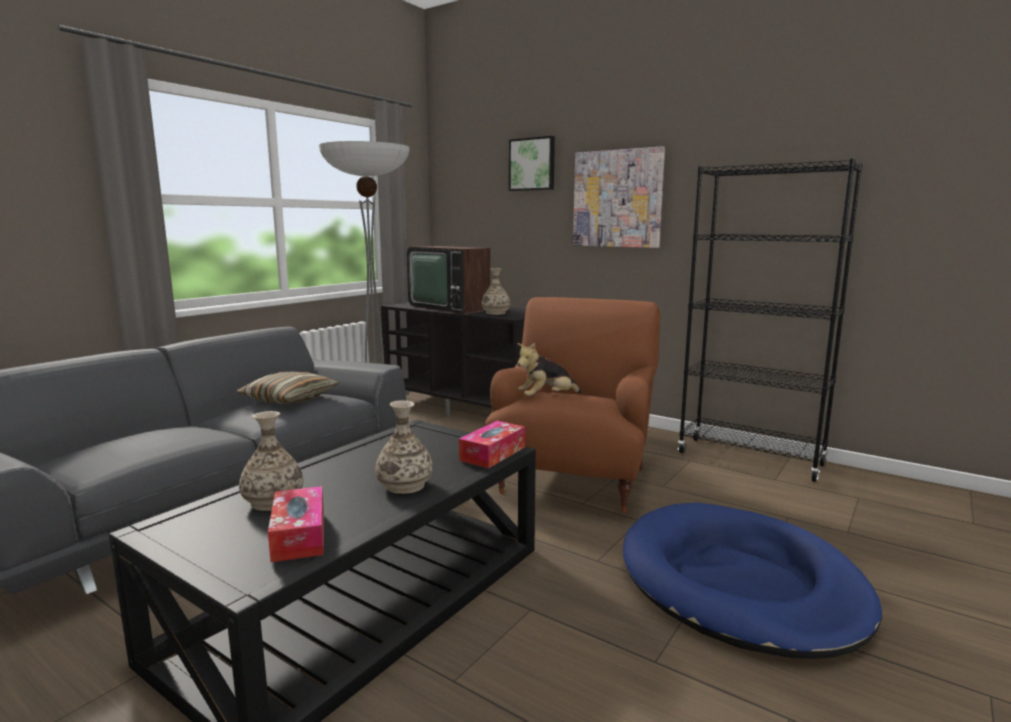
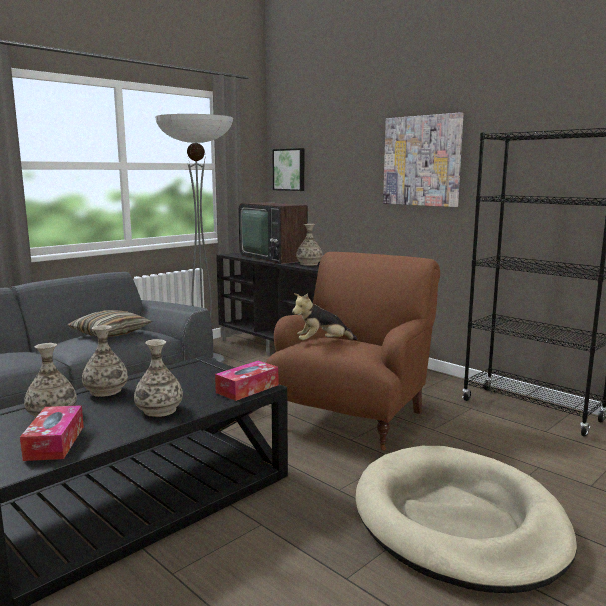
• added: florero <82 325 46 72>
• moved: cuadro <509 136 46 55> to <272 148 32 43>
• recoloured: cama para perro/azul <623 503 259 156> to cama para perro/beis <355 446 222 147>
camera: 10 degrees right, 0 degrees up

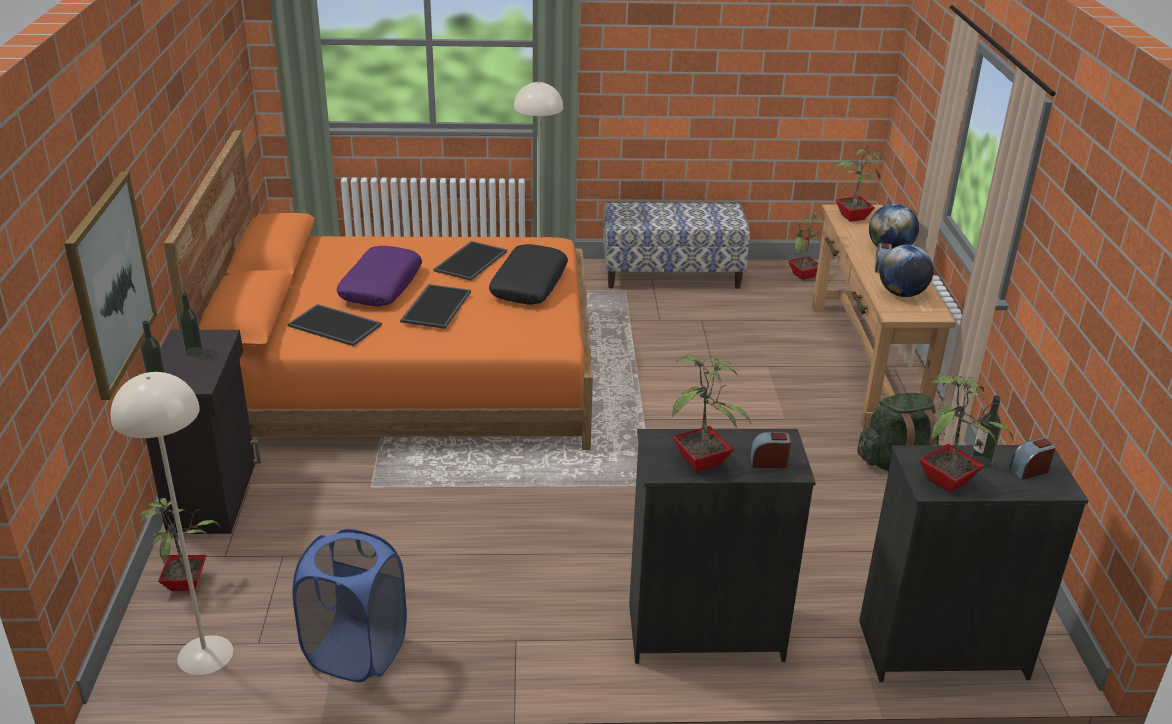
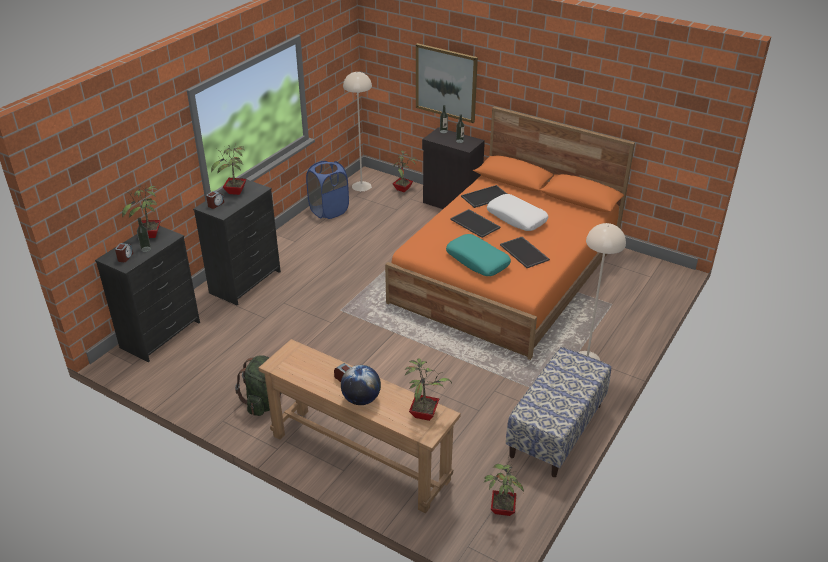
• recoloured: cojín/negro <489 244 79 61> to cojín/turquesa <446 234 65 42>
• recoloured: cojín/morado <337 246 85 61> to cojín/blanco <487 194 61 37>
• removed: globo terráqueo <879 244 55 53>
camera: 125 degrees right, 5 degrees up

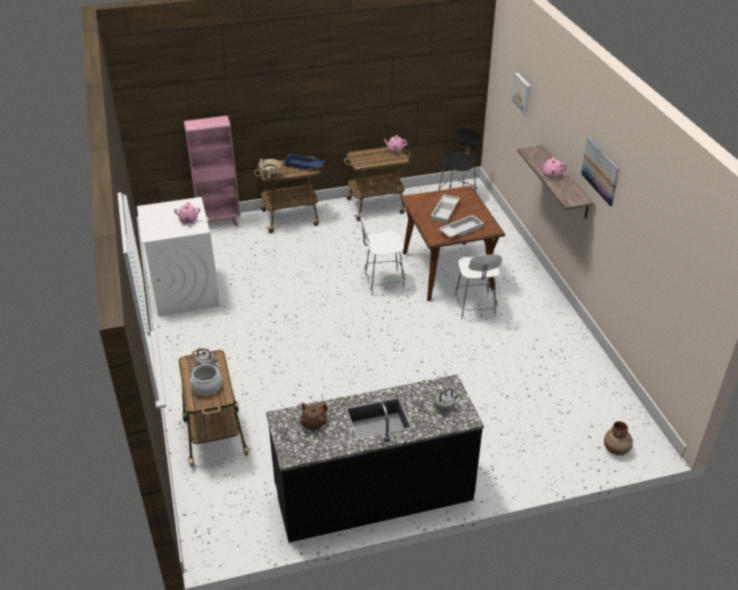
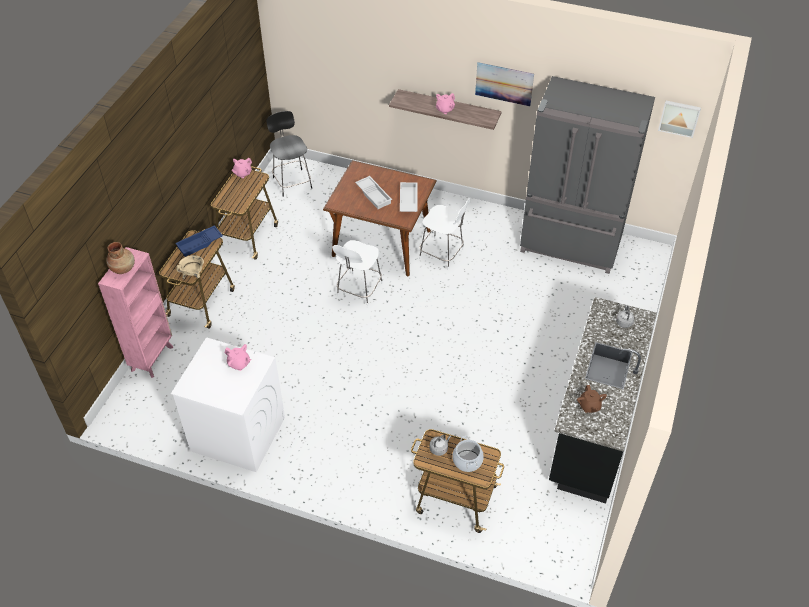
• moved: florero/marrón <604 421 29 34> to <106 242 29 32>
• added: nevera/gris <520 76 135 198>
• moved: cuadro <511 73 20 43> to <658 101 43 37>
camera: 55 degrees left, 10 degrees up

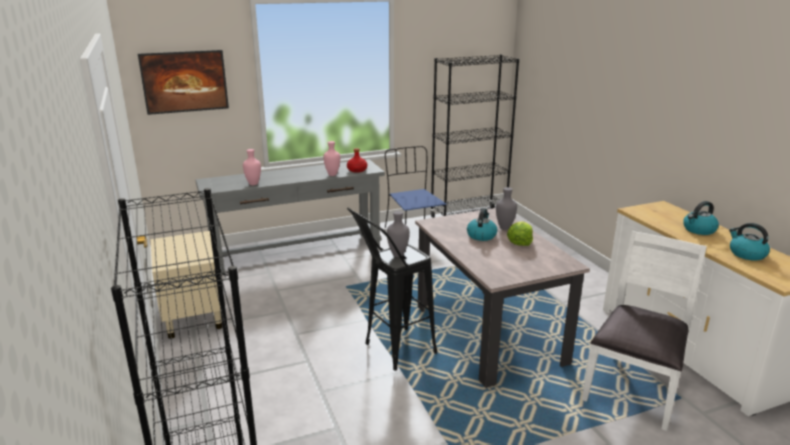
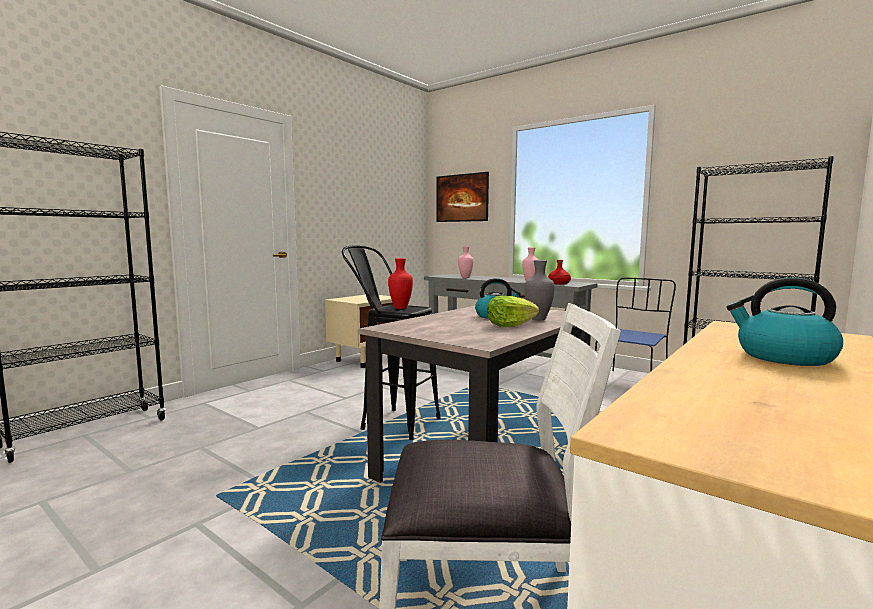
• recoloured: florero/gris <387 211 23 46> to florero/rojo <388 258 25 51>
• removed: hervidor <729 223 41 38>
camera: 60 degrees right, 15 degrees down

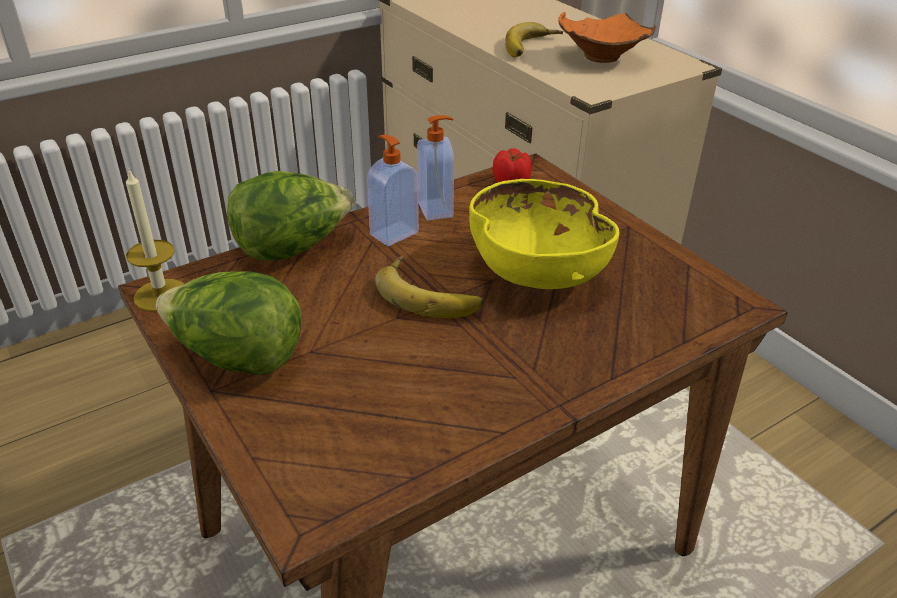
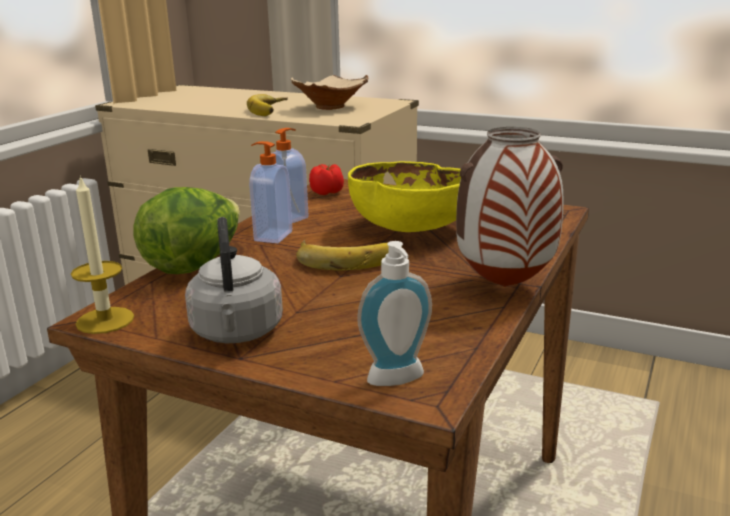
• replaced: lechuga <156 271 146 104> to hervidor/gris <185 217 98 126>
• recoloured: cuenco/naranja <558 12 98 51> to cuenco/beis <291 75 77 35>
• added: dispensador de jabón <357 241 75 145>
• added: florero <456 127 108 160>
camera: 30 degrees left, 15 degrees down

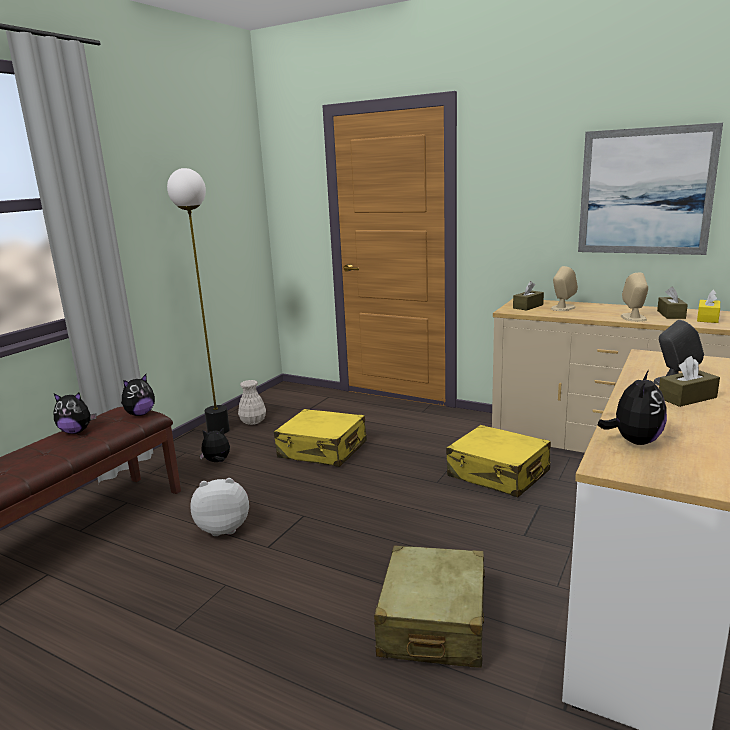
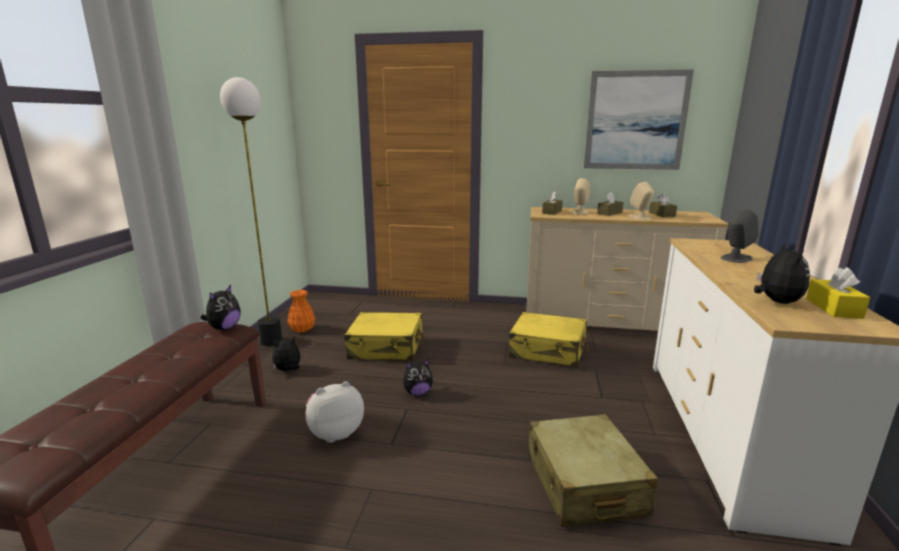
• recoloured: florero/blanco <238 380 28 45> to florero/naranja <288 290 27 43>
• moved: peluche <53 393 44 41> to <403 359 30 37>
• moved: caja de pañuelos/marrón <659 356 61 51> to <597 192 26 24>
• moved: caja de pañuelos/amarillo <697 289 23 34> to <806 267 64 52>
camera: 20 degrees left, 0 degrees up

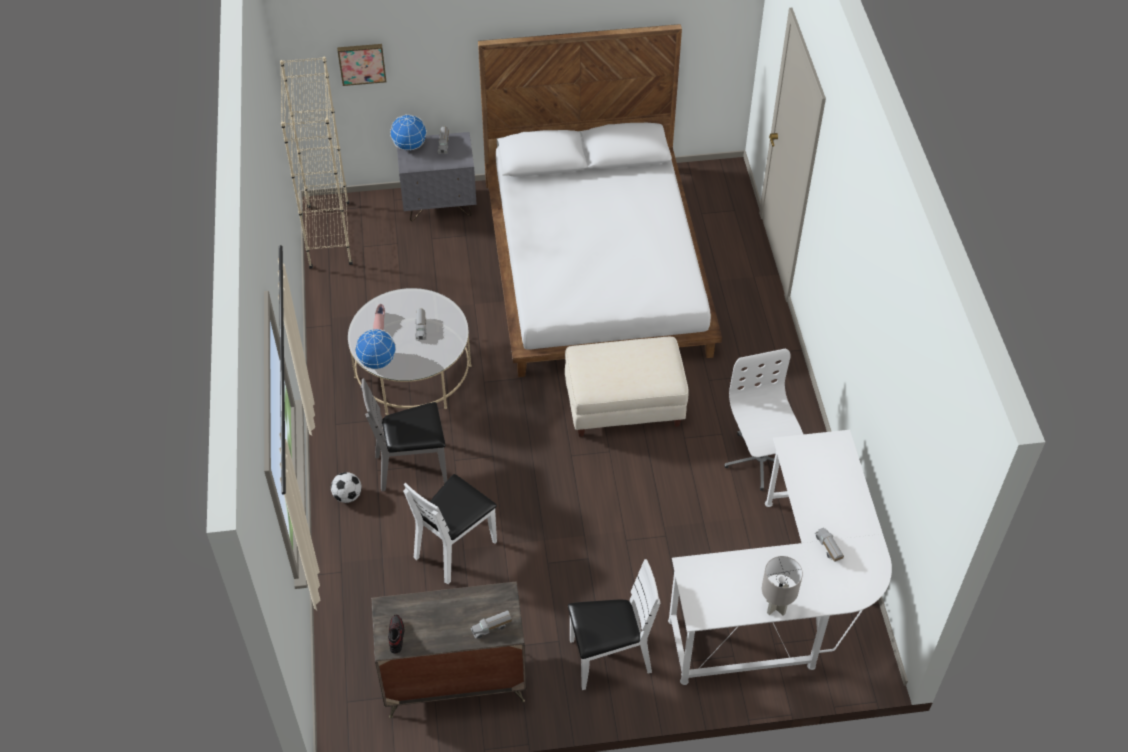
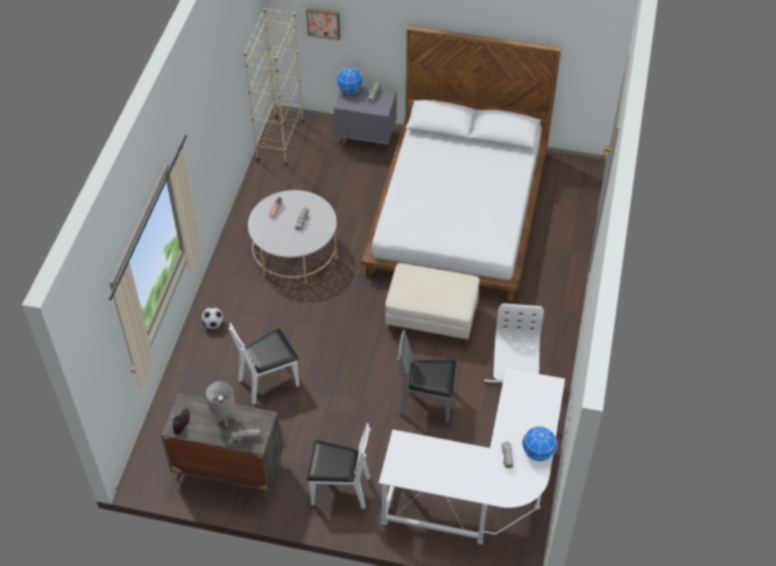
• moved: lámpara de mesa/gris <761 556 42 60> to <206 381 29 45>
• moved: silla/gris <361 378 86 113> to <397 330 59 93>
• moved: globo terráqueo <355 329 41 40> to <522 426 35 36>
camera: 20 degrees right, 0 degrees up

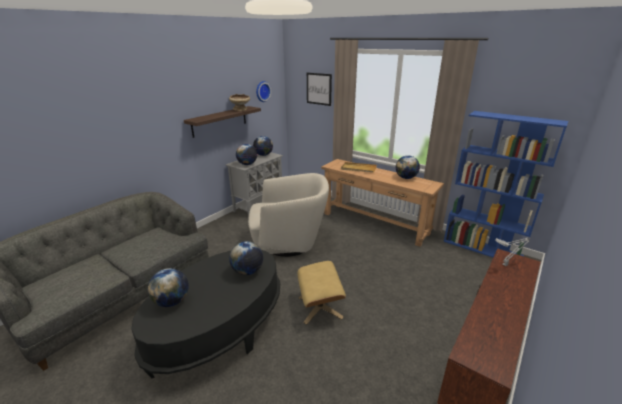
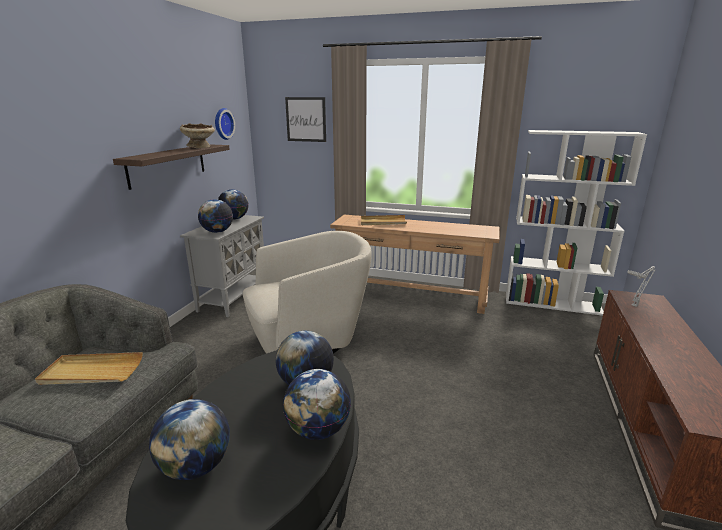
• added: bandeja/beis <35 352 108 33>
• moved: globo terráqueo <396 156 24 23> to <283 369 68 71>
• recoloured: estantería/azul <444 111 124 146> to estantería/blanco <506 130 141 186>
• removed: puf/beis <297 261 49 63>
camera: 20 degrees left, 5 degrees down

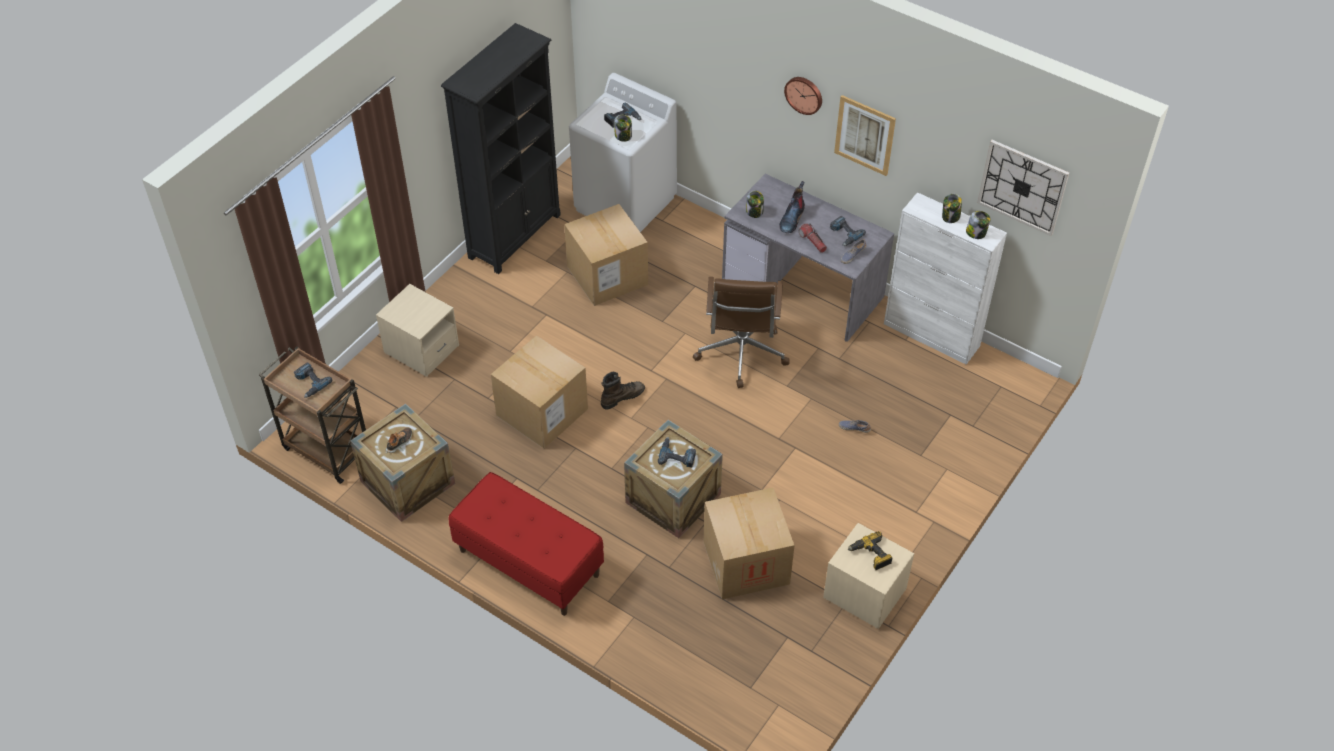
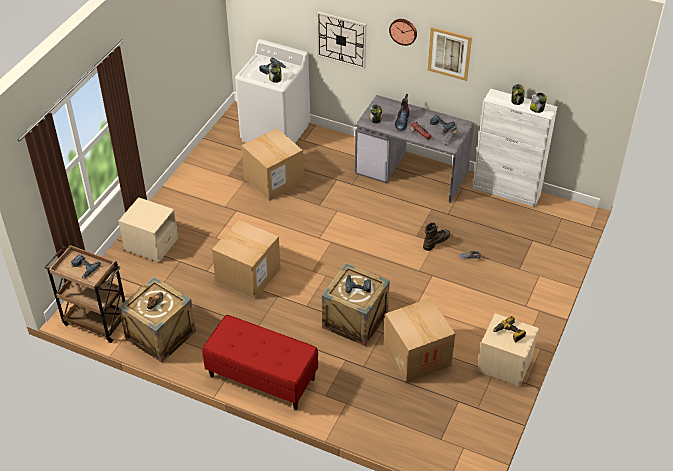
• moved: reloj de pared <977 140 92 96> to <316 11 50 58>
• moved: bota/marrón <601 372 44 37> to <423 223 27 28>
• removed: estantería/negro <441 23 120 251>
• removed: silla de oficina/marrón <693 277 96 111>
camera: 10 degrees left, 5 degrees down

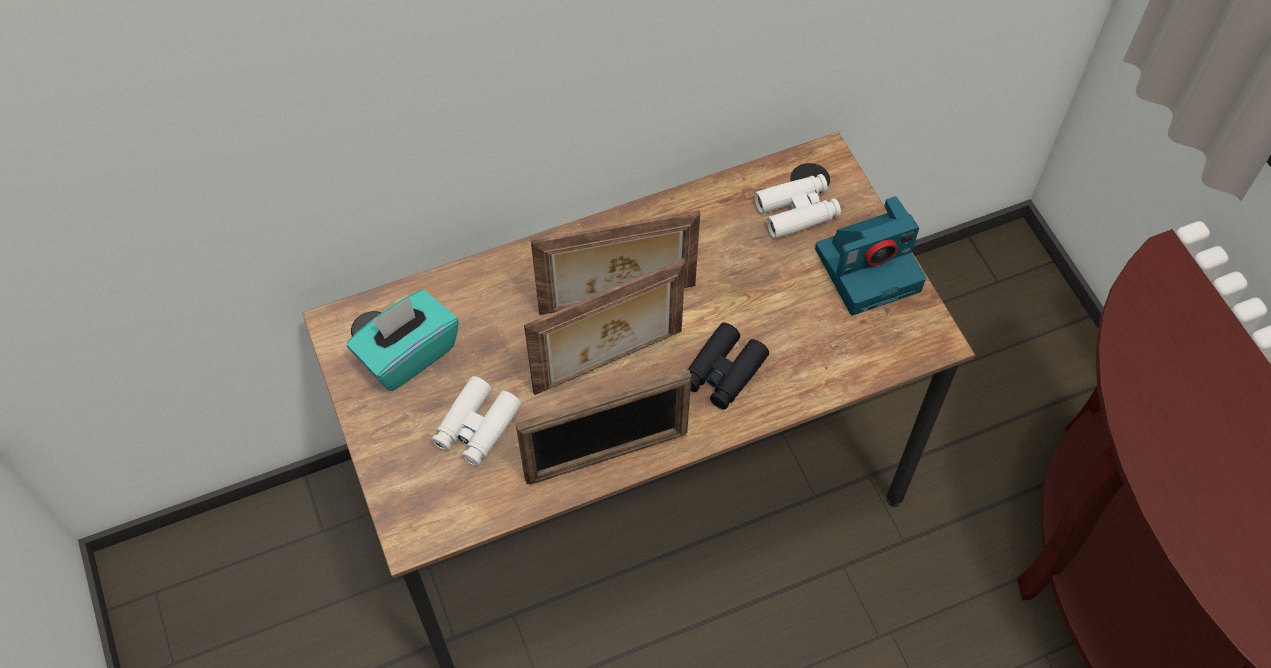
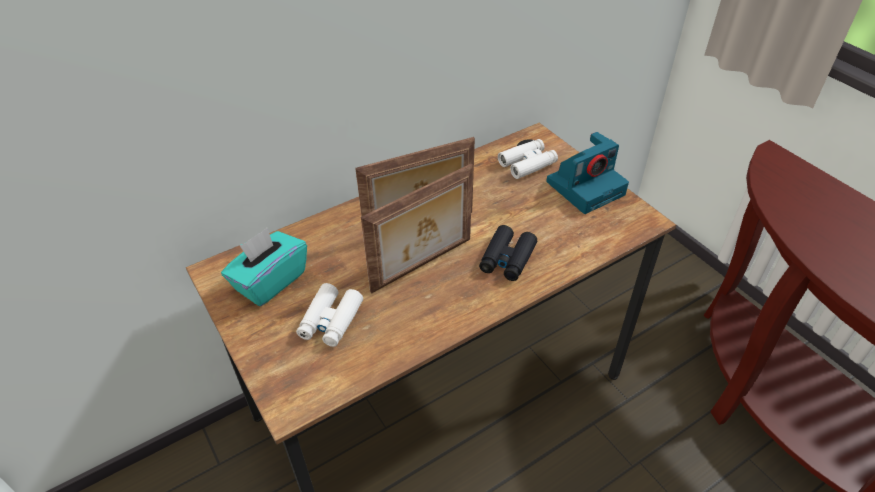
• removed: portarretratos <516 370 175 115>
camera: 10 degrees left, 15 degrees down

